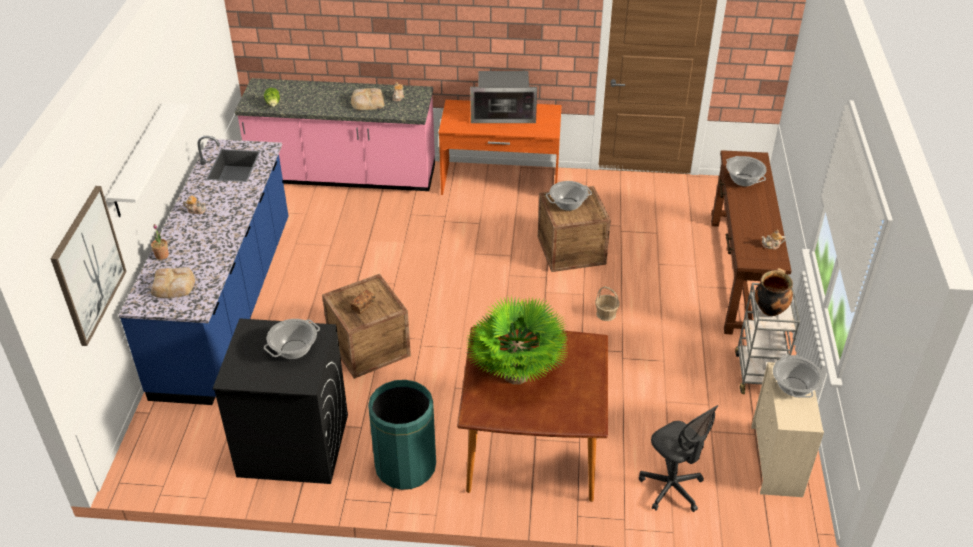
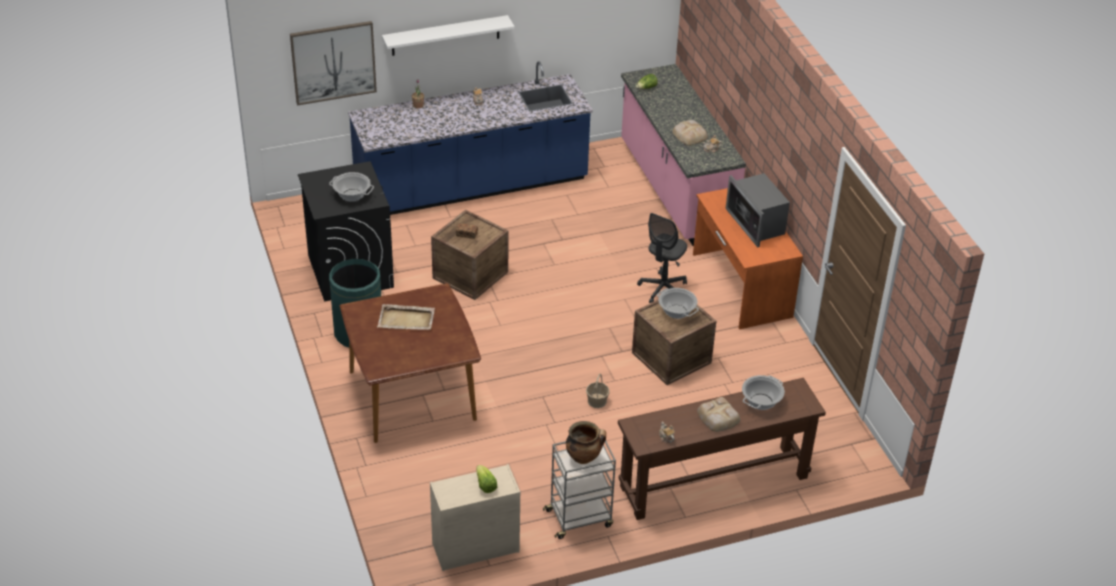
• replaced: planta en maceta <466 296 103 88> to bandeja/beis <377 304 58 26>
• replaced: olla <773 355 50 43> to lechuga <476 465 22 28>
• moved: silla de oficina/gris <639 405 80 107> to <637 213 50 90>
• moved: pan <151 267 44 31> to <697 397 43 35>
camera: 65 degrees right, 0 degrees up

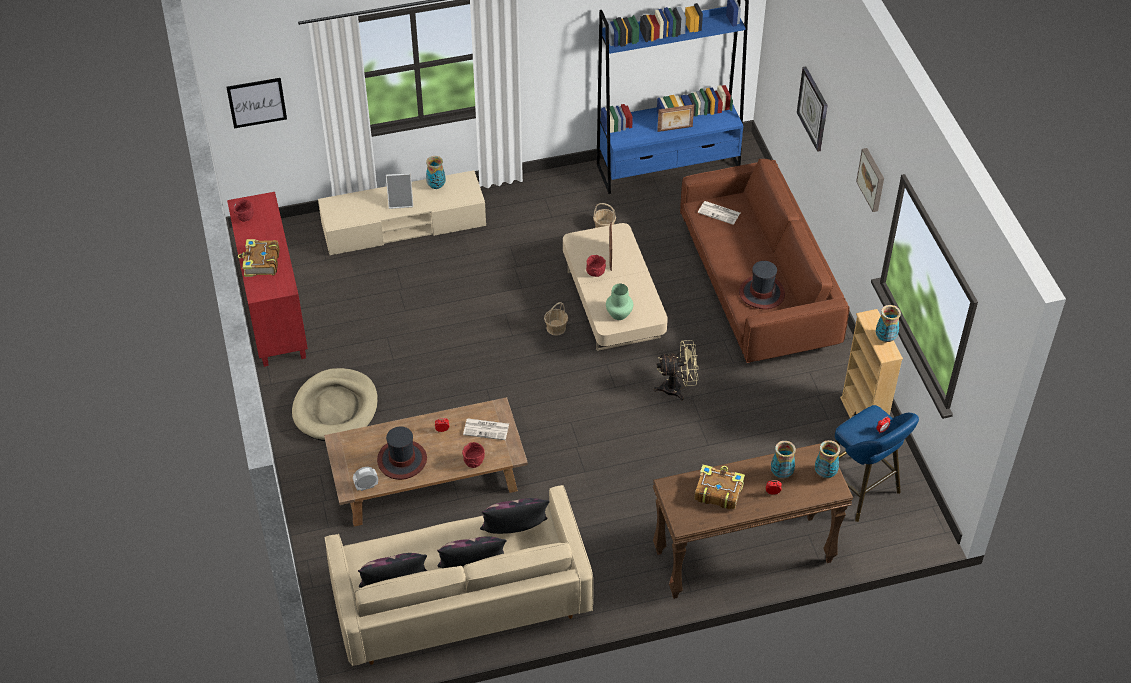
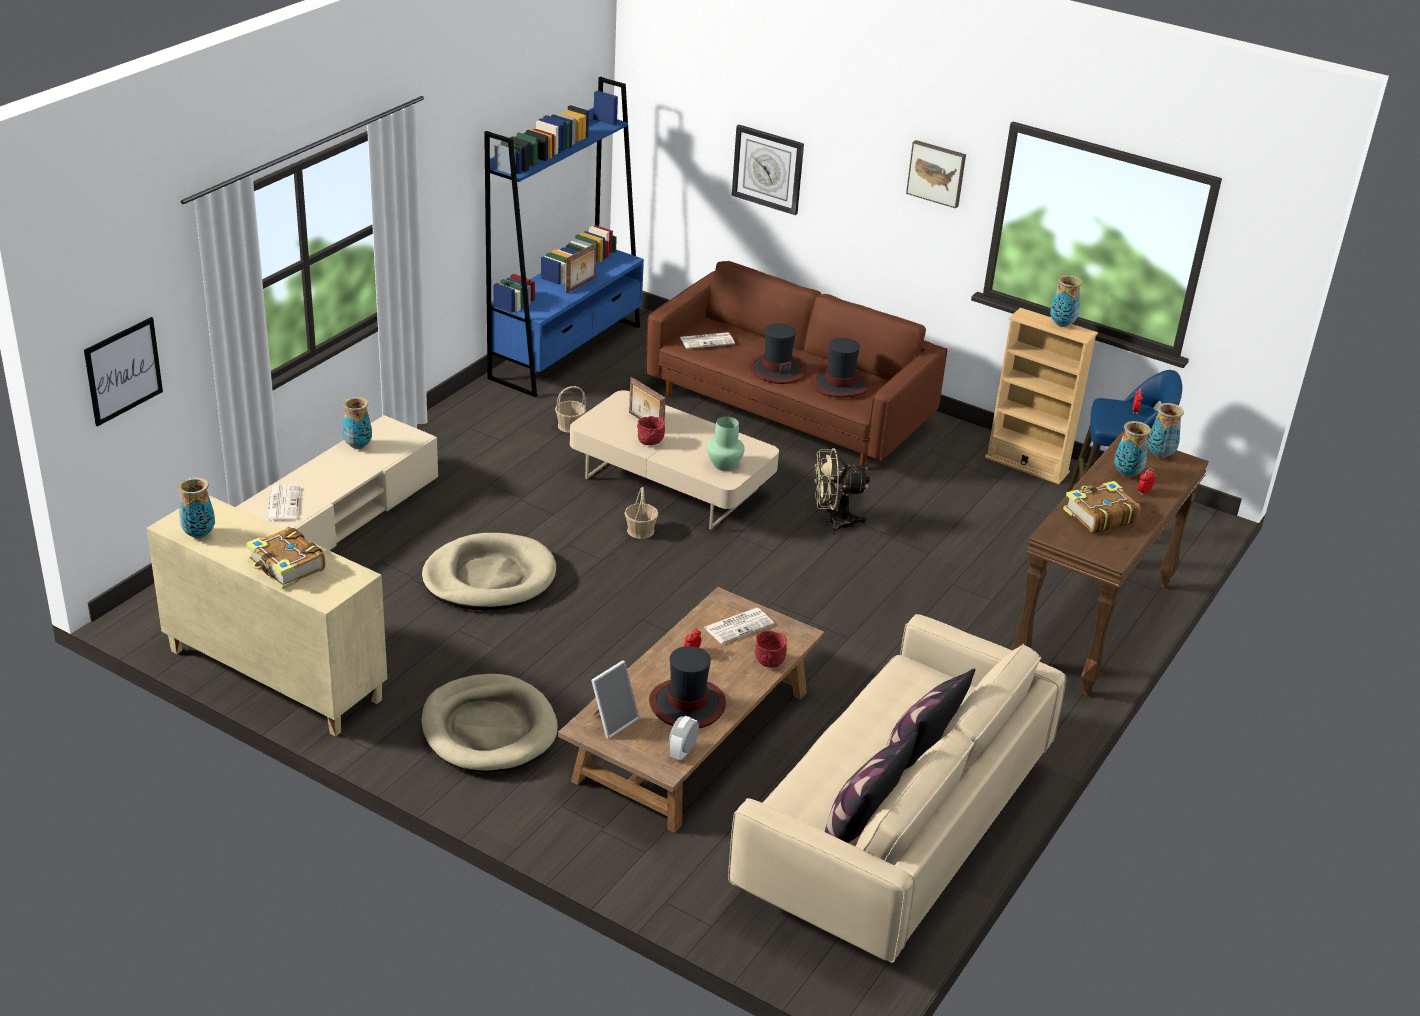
• recoloured: armario/rojo <227 192 81 175> to armario/beis <147 495 240 242>
• replaced: cuenco/rojo <233 199 21 23> to florero <178 477 37 62>
• added: periódico <266 485 34 36>
• added: cama para perro/beis <422 533 134 77>
• moved: portarretratos <386 173 27 36> to <591 660 48 79>
• added: sombrero <748 323 58 61>
• turned: ventilador/beis <654 340 45 61> = <814 448 56 86> 135 degrees counterclockwise
• removed: cojín <480 498 70 36>
camera: 45 degrees left, 15 degrees down

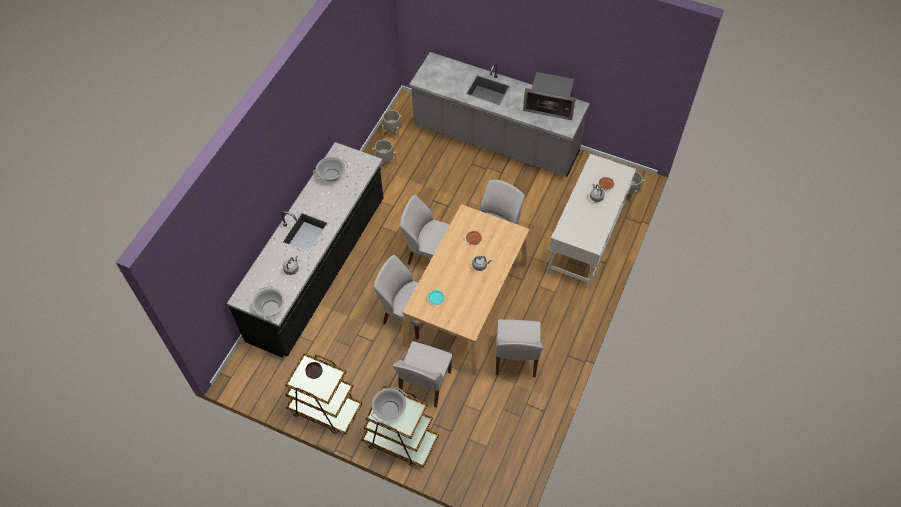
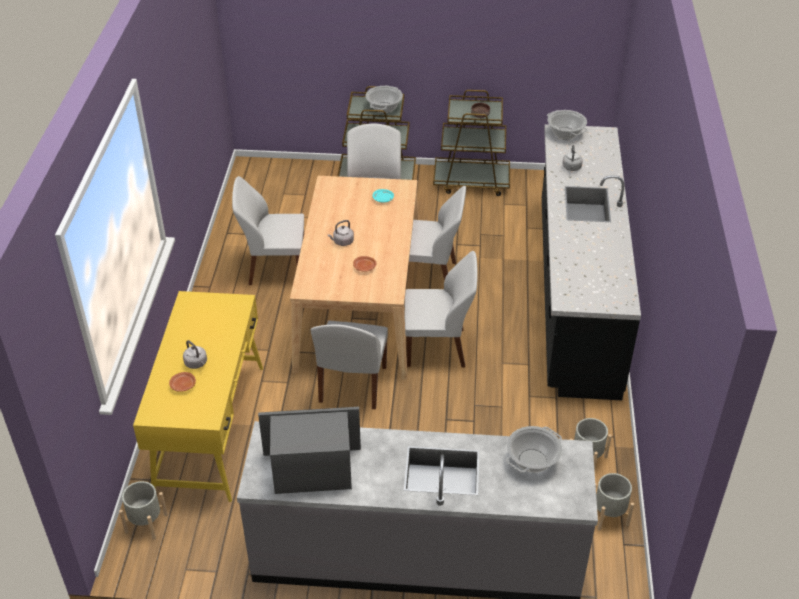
• recoloured: escritorio/blanco <546 154 90 136> to escritorio/amarillo <133 291 130 211>
• turned: silla/blanco <496 319 47 58> = <232 176 72 109> 75 degrees counterclockwise
• moved: olla <313 157 35 25> to <506 426 56 47>
camera: 160 degrees right, 15 degrees down

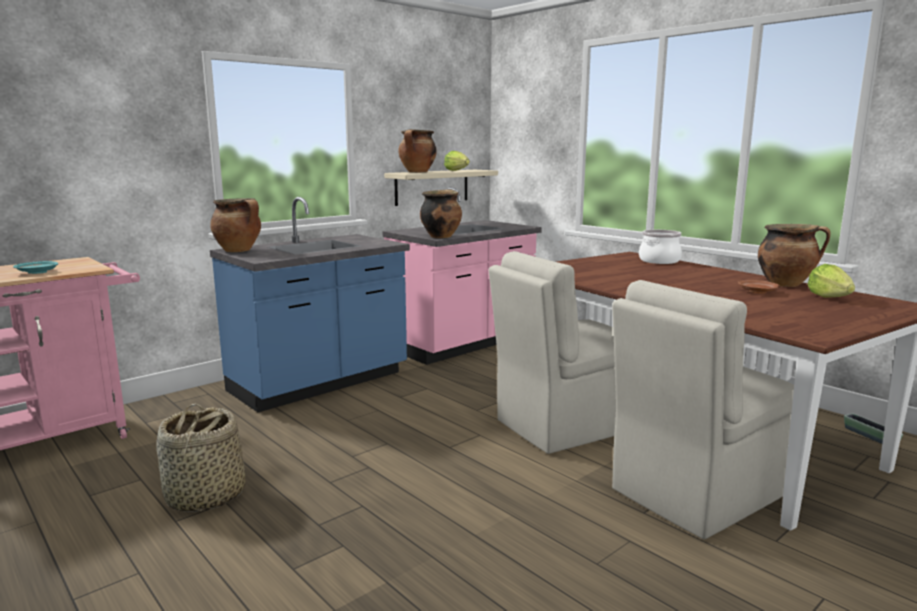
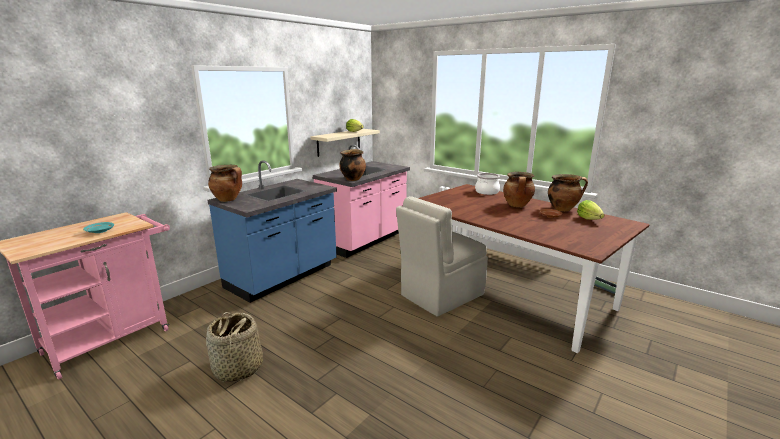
• moved: olla <399 129 38 43> to <503 172 32 35>
• removed: silla/beis <612 280 182 259>
camera: 10 degrees left, 5 degrees up

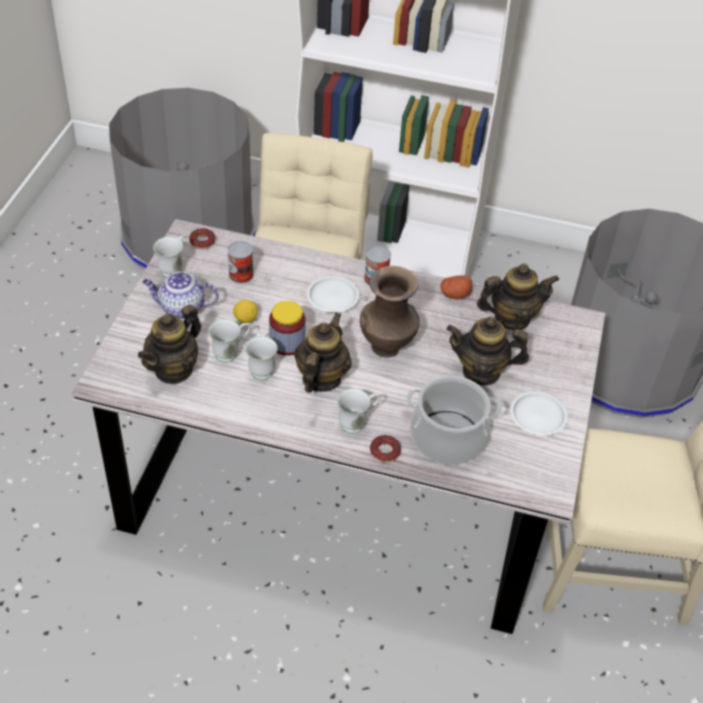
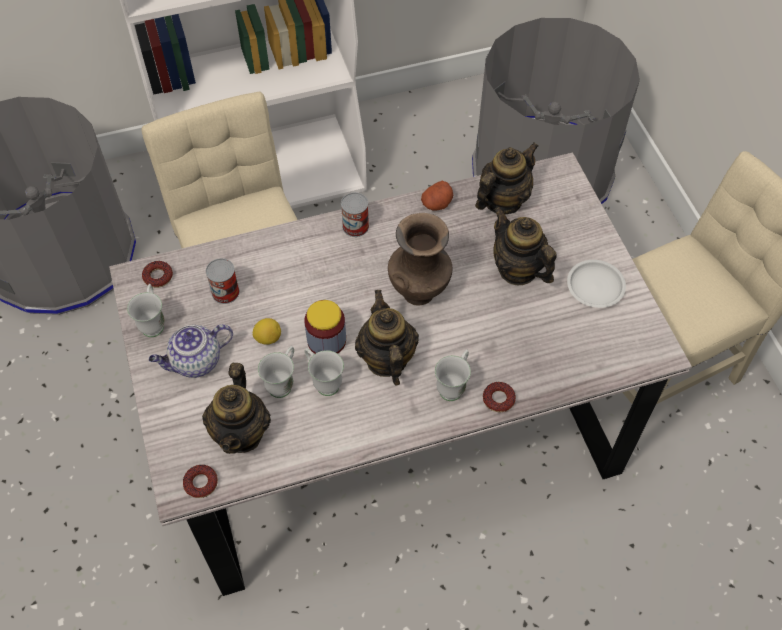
• added: rosquilla <183 465 35 33>
• turned: tetera <446 316 83 70> = <494 207 63 78> 75 degrees clockwise
• removed: plato/blanco <307 276 52 37>
• removed: olla <407 376 95 89>
camera: 30 degrees left, 10 degrees up

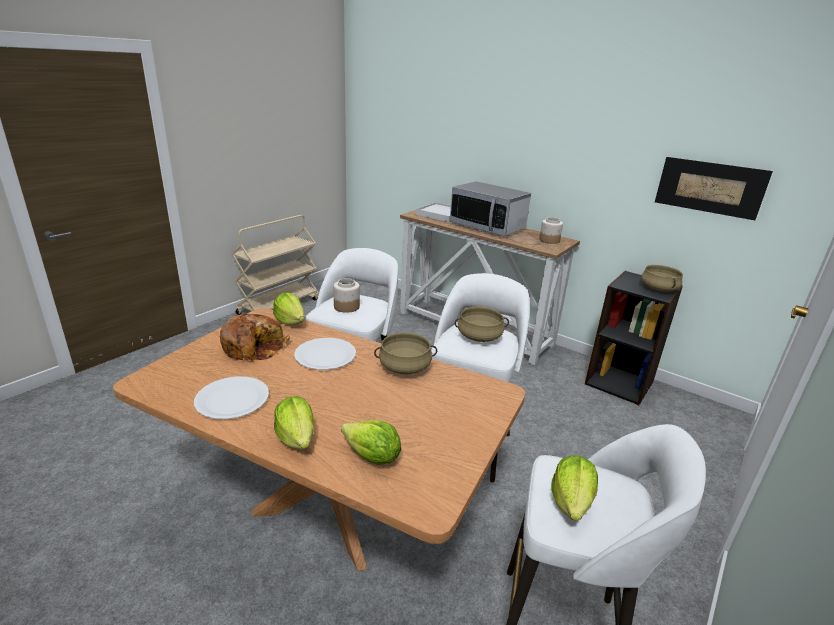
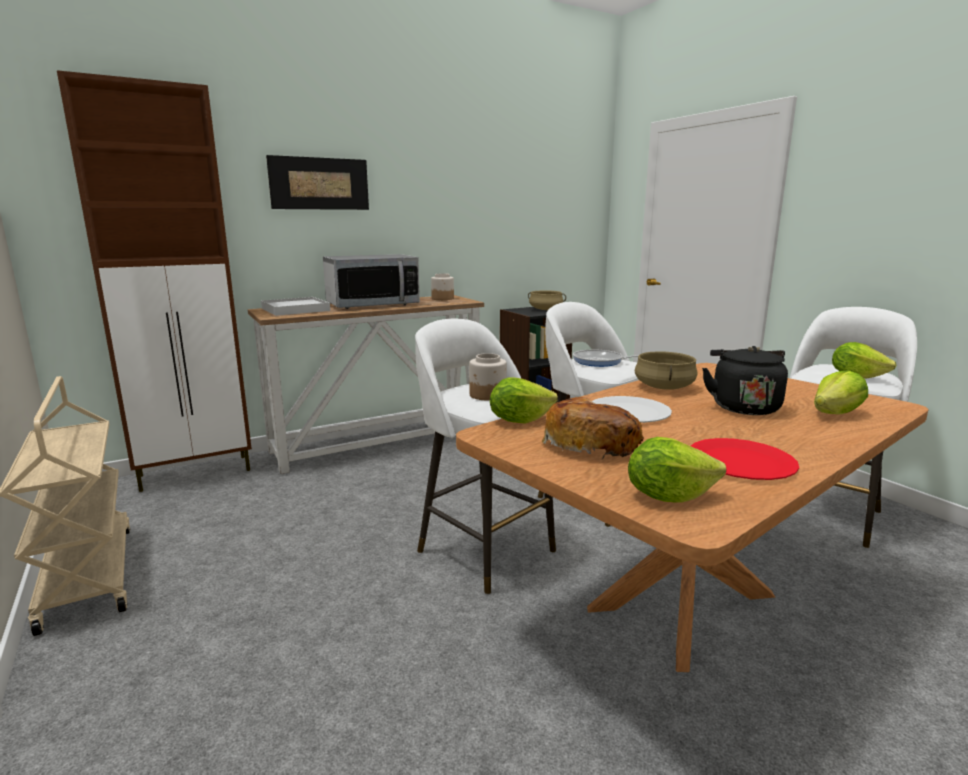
• added: armario/marrón <57 70 195 422>
• moved: cuadro <655 157 118 63> to <266 155 103 55>
• replaced: olla/beis <455 306 54 36> to sartén <573 350 66 17>
• moved: lechuga <274 396 40 53> to <628 437 98 66>
• recoloured: plato/blanco <194 376 75 43> to plato/rojo <691 438 108 42>
• added: hervidor/negro <702 346 86 69>
camera: 65 degrees left, 10 degrees down

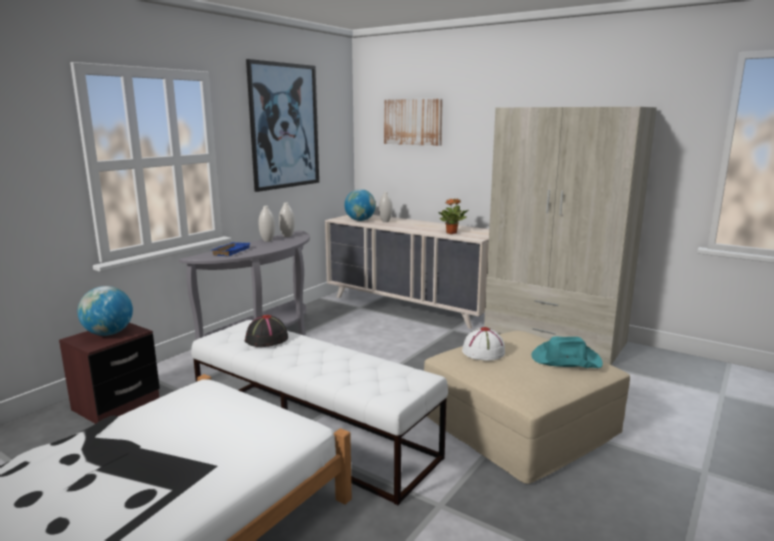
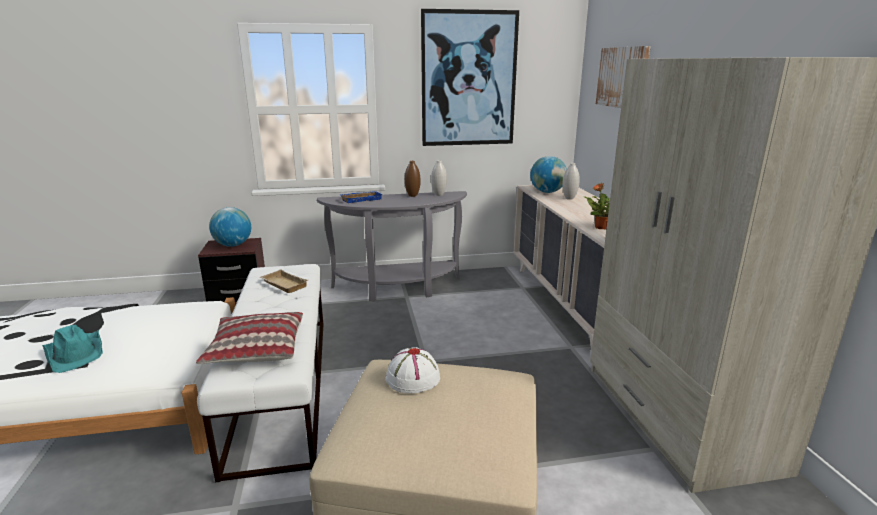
• moved: sombrero/turquesa <531 337 72 31> to <42 324 61 49>
• added: cojín <196 312 107 52>
• replaced: sombrero/negro <245 315 43 32> to bandeja/beis <259 269 49 24>
• recoloured: florero/blanco <259 206 16 36> to florero/marrón <405 161 16 36>
camera: 45 degrees right, 5 degrees up

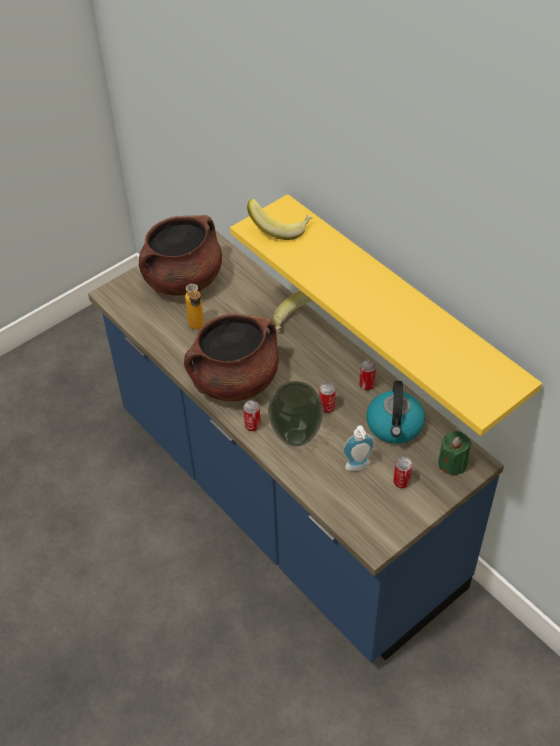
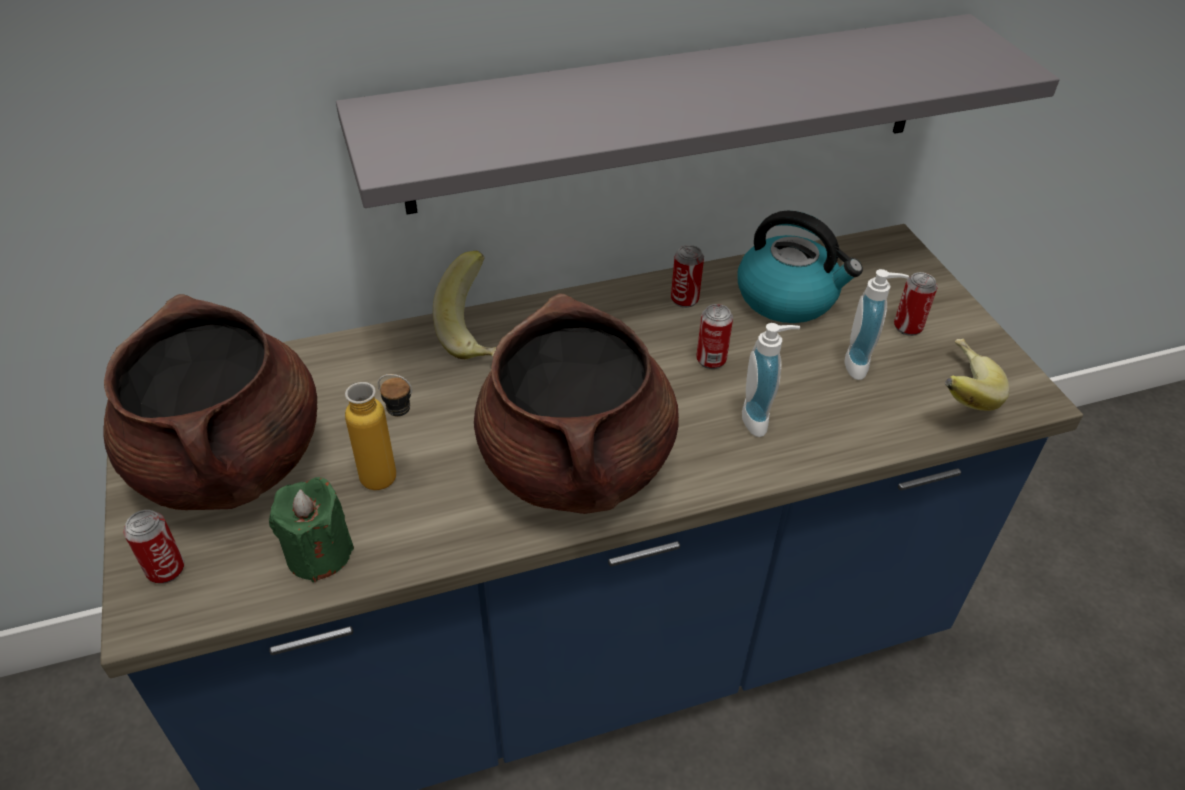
• moved: lata <243 400 18 31> to <124 510 60 74>
• moved: vela/verde <438 430 34 45> to <269 477 85 105>
• recoloured: estante/amarillo <230 194 312 242> to estante/gris <336 14 724 201>
• replaced: florero <268 381 56 66> to dispensador de jabón <742 323 58 114>
• moved: plátano <247 199 66 41> to <945 339 65 72>
camera: 70 degrees left, 5 degrees down

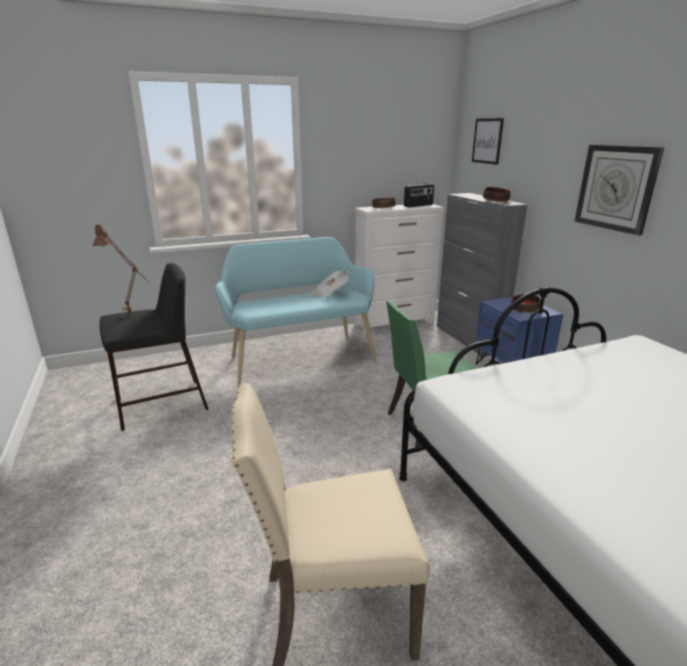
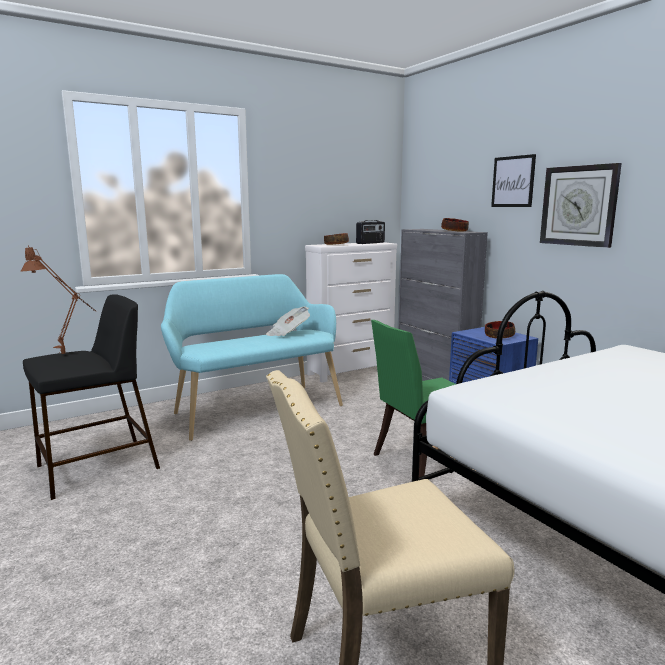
• moved: cuadro <472 118 32 47> to <491 154 45 53>
camera: 10 degrees left, 10 degrees down

